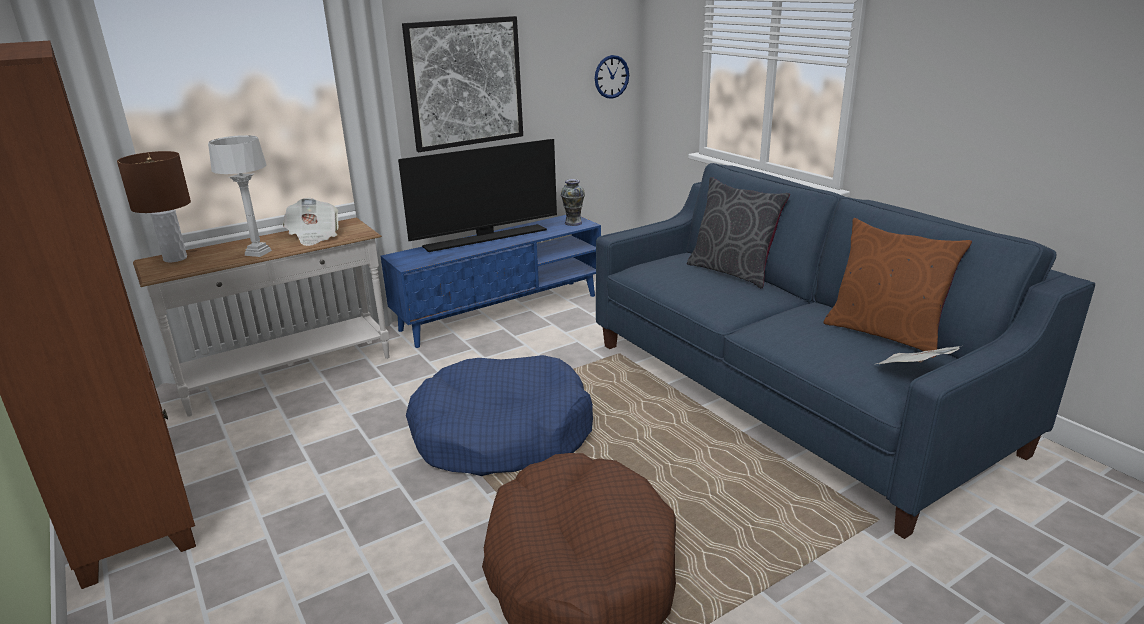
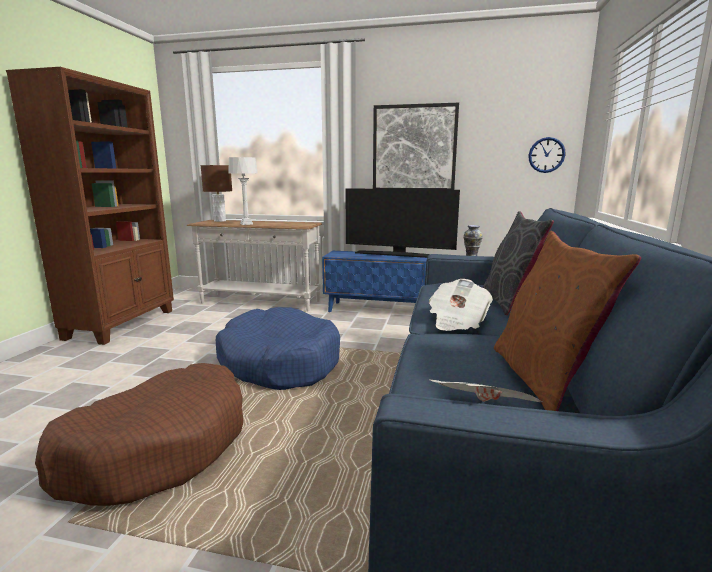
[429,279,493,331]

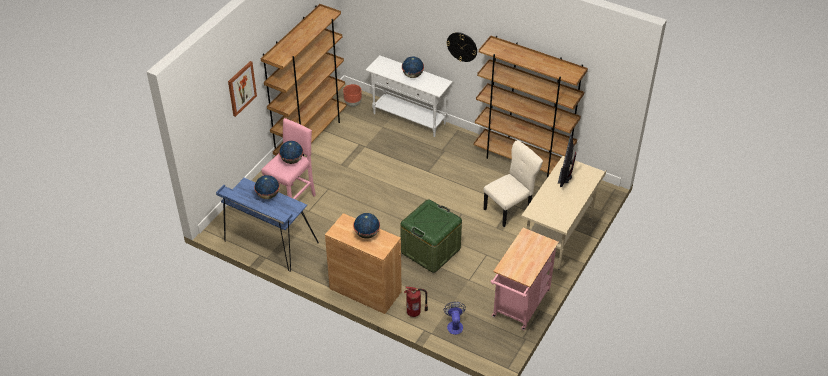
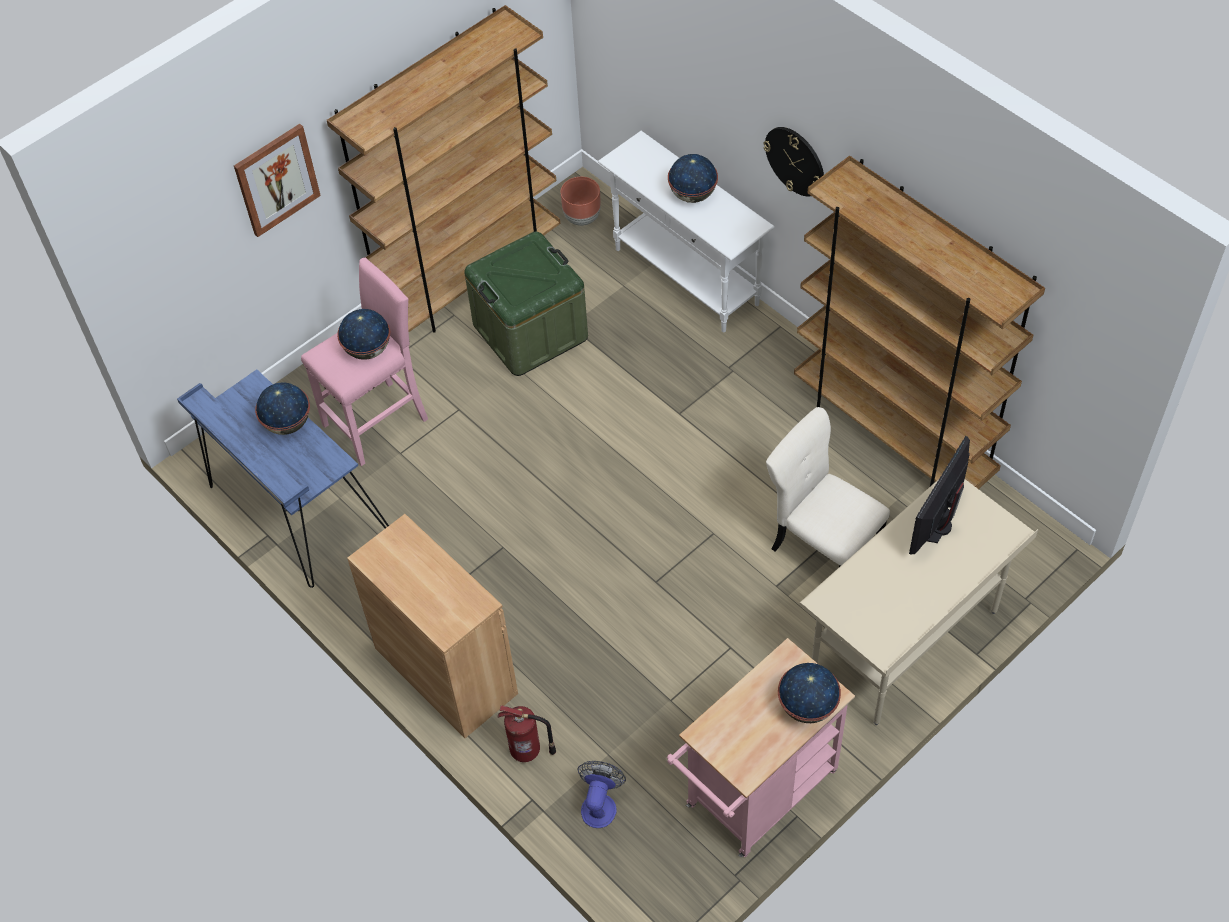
[778,663,841,723]
[465,232,588,376]
[766,407,890,567]

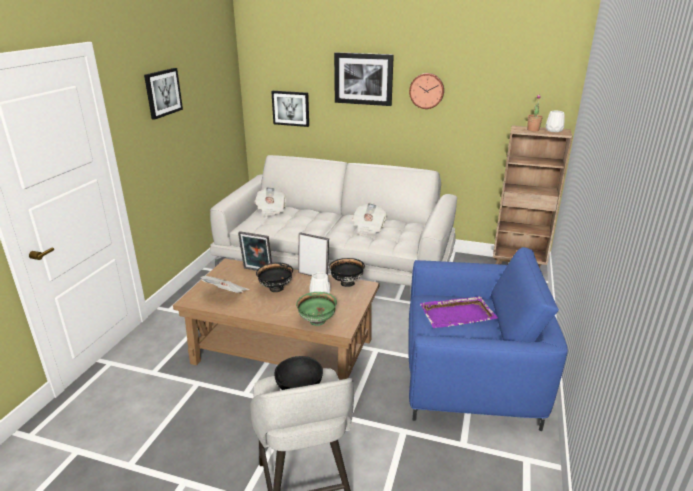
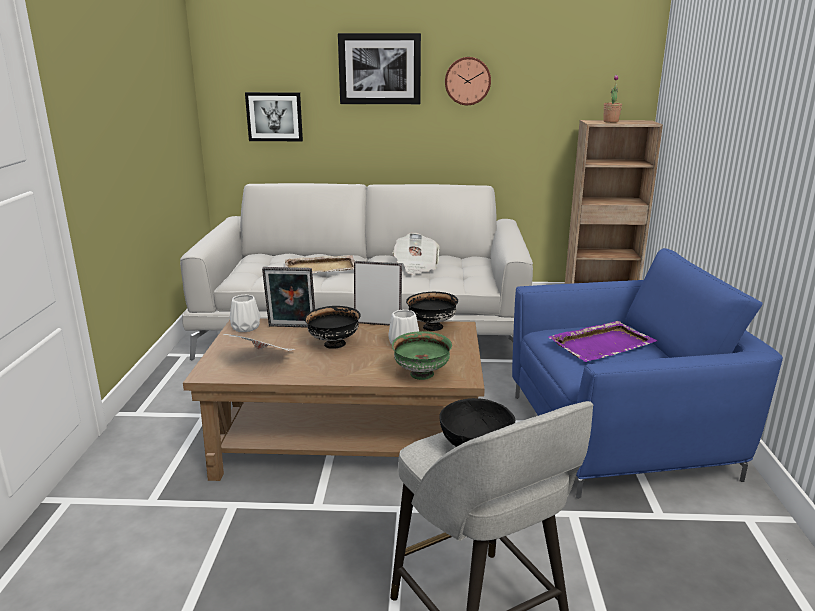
[144,68,183,120] (first image)
[255,187,286,217] (first image)
[285,255,354,273]
[230,295,260,332]

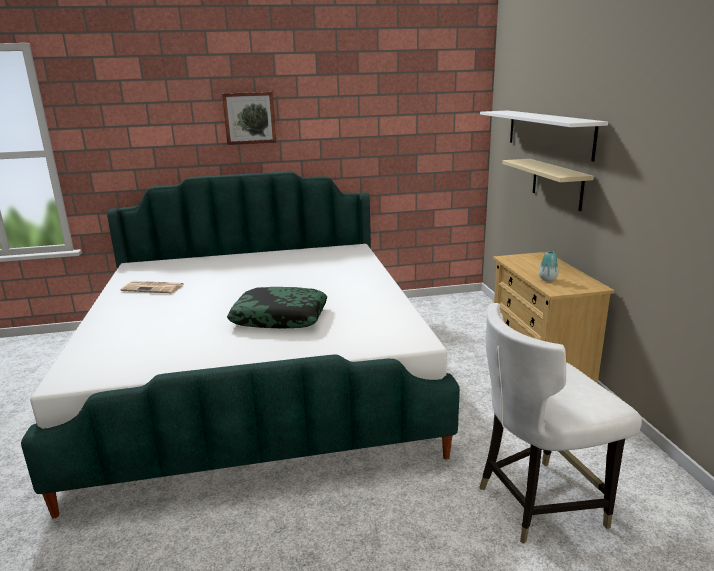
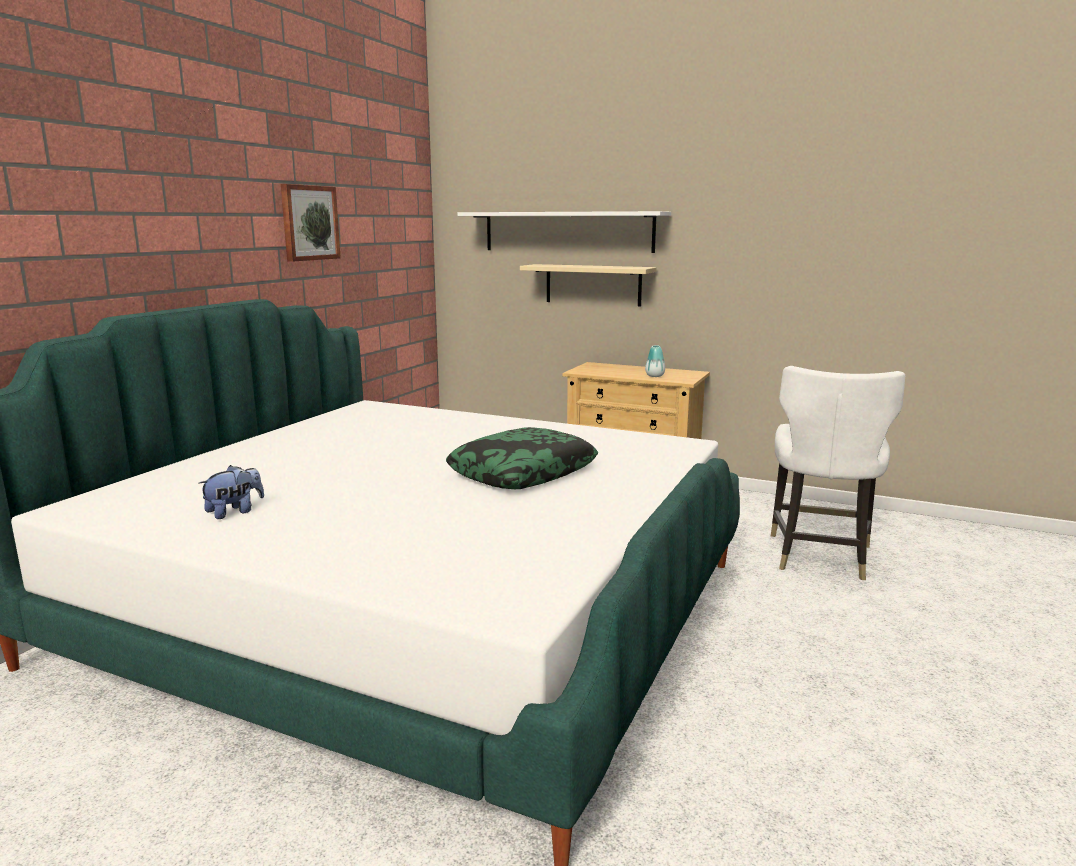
[281,184,341,262]
[198,465,264,519]

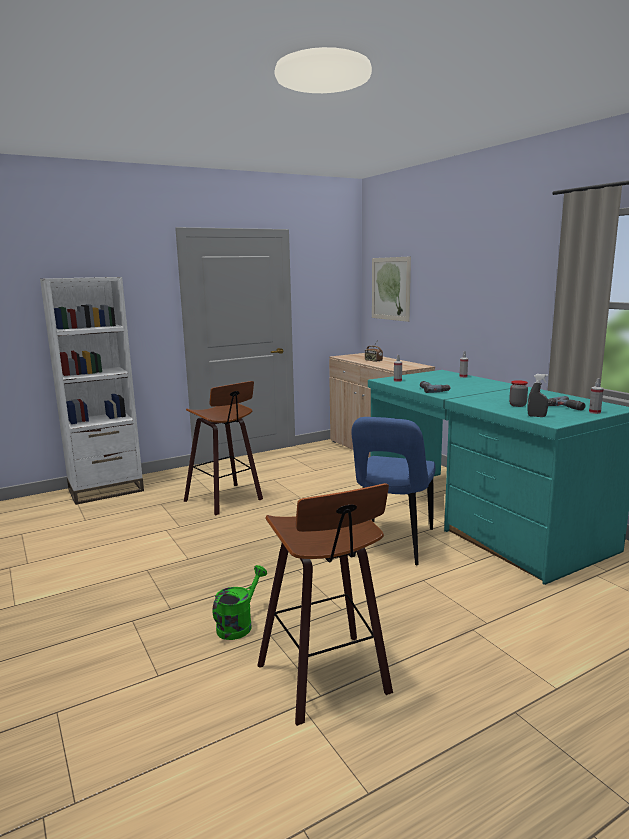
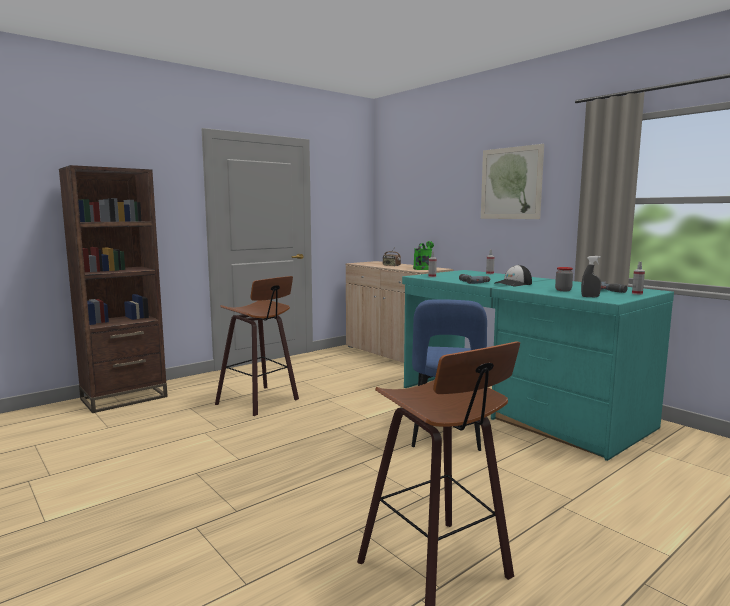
[495,265,532,286]
[413,241,434,270]
[481,144,544,219]
[59,165,168,413]

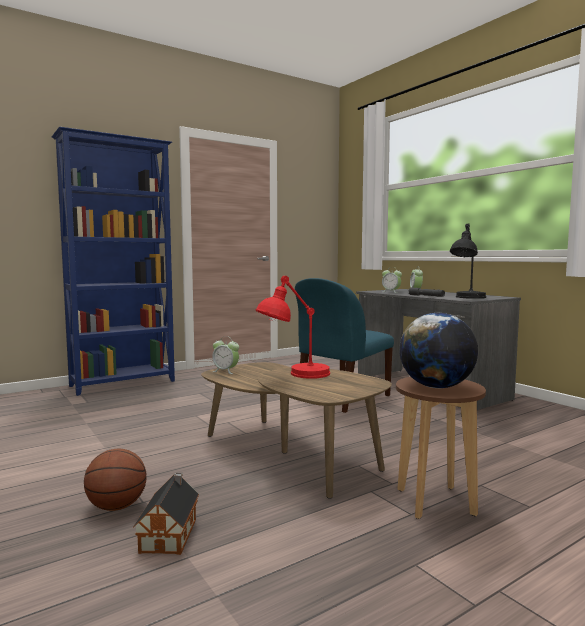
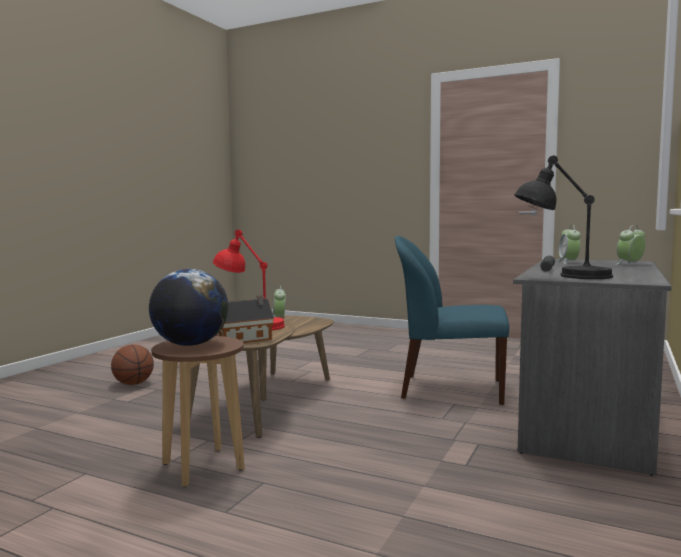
[51,127,175,396] (first image)
[215,295,275,343]

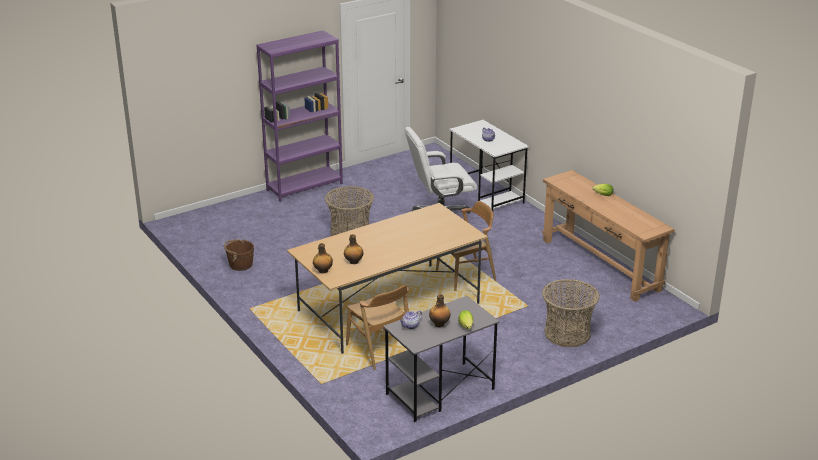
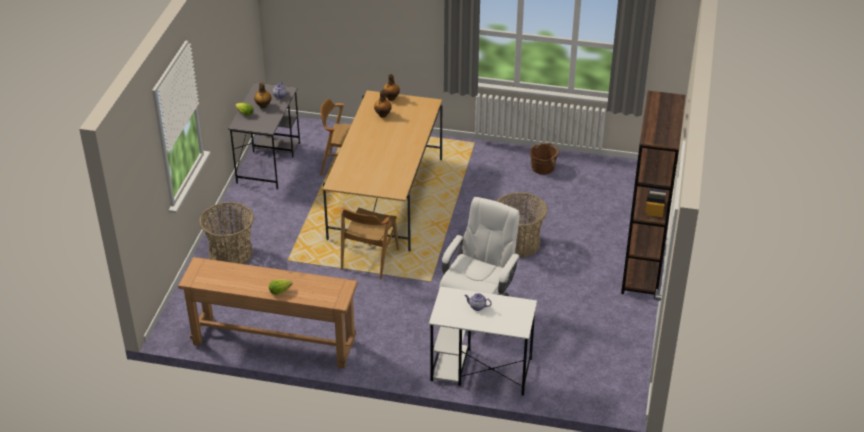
[621,91,685,299]

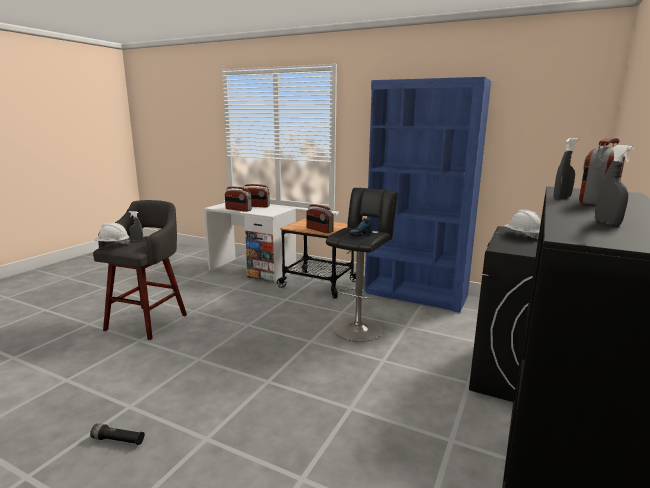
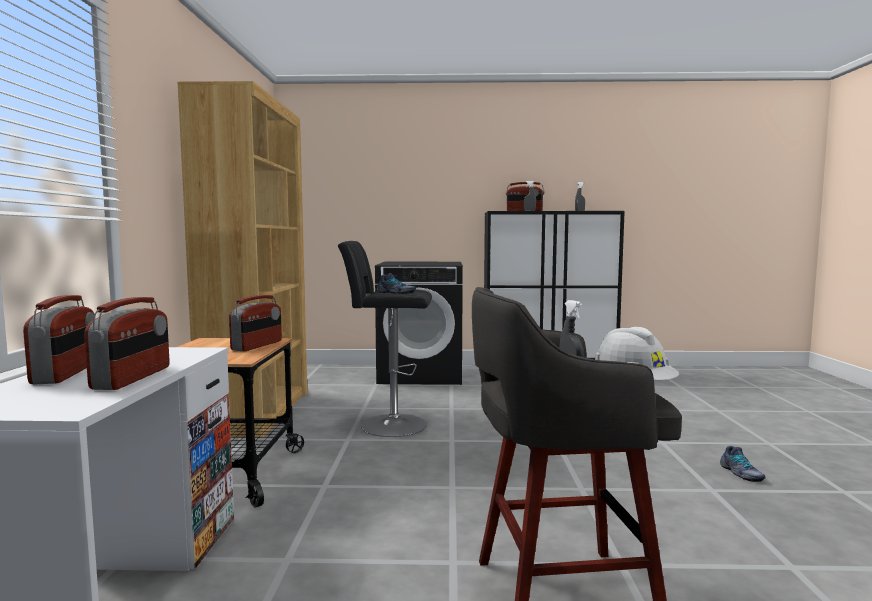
[504,210,541,240] (first image)
[720,446,766,482]
[178,81,307,438]

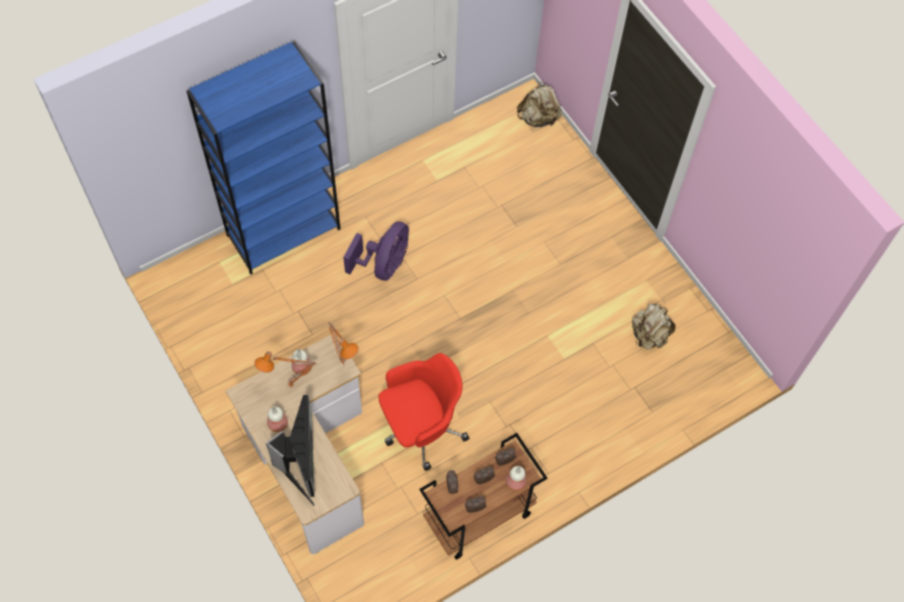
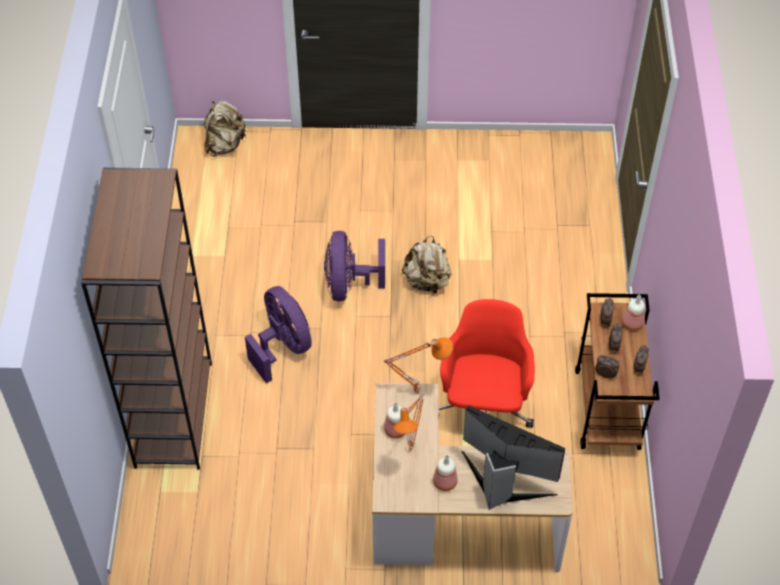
[324,231,385,301]
[402,236,452,295]
[81,167,212,470]

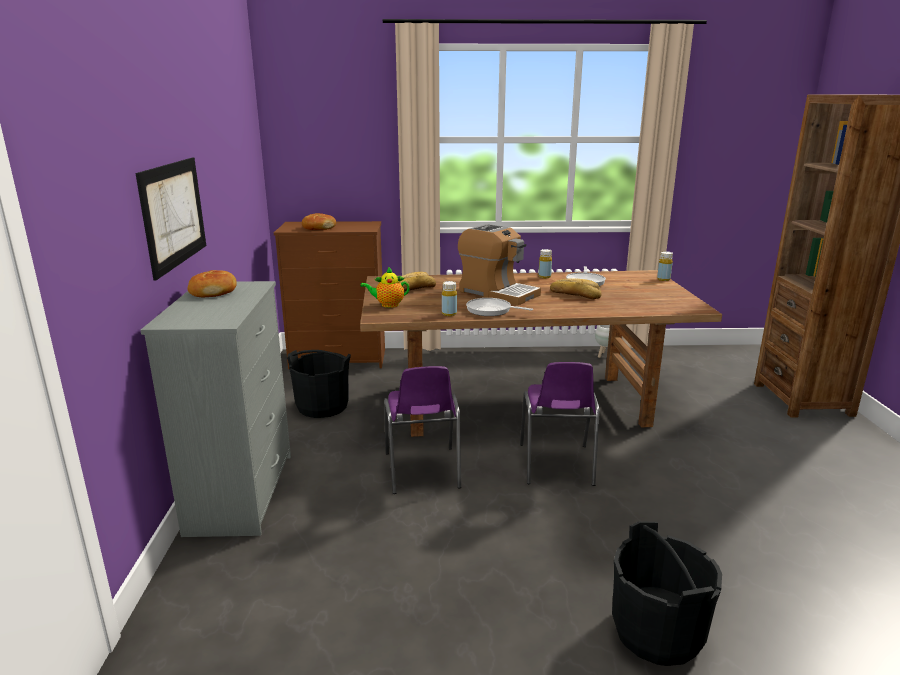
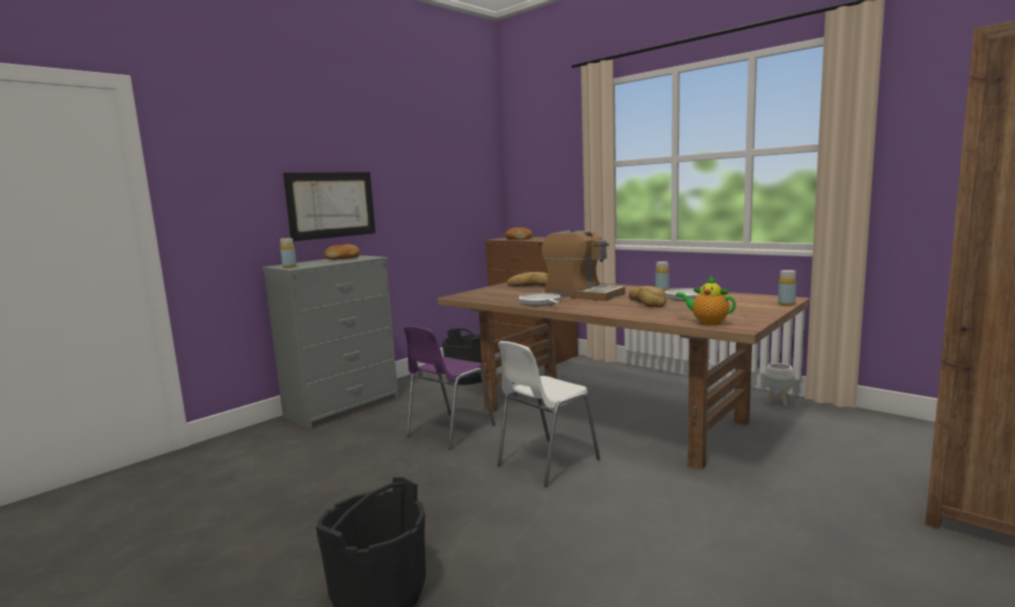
[676,276,736,326]
[280,238,297,268]
[498,341,600,487]
[542,230,625,301]

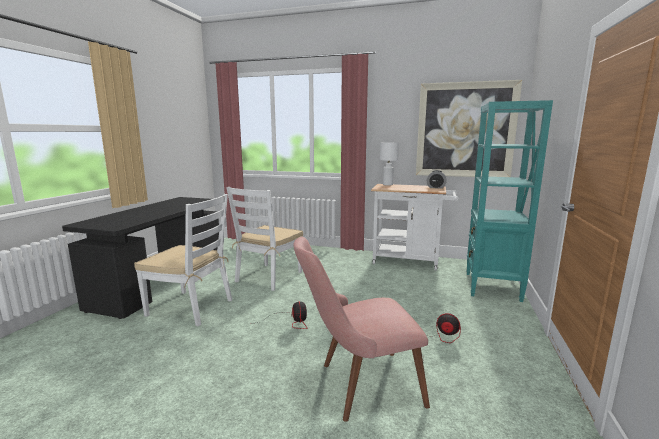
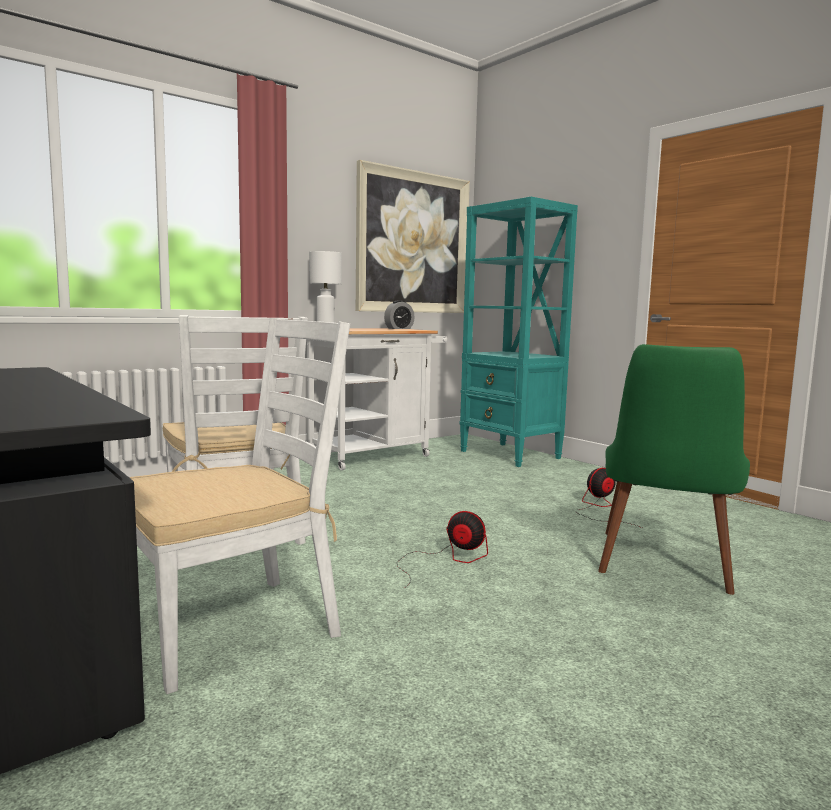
[598,344,750,595]

